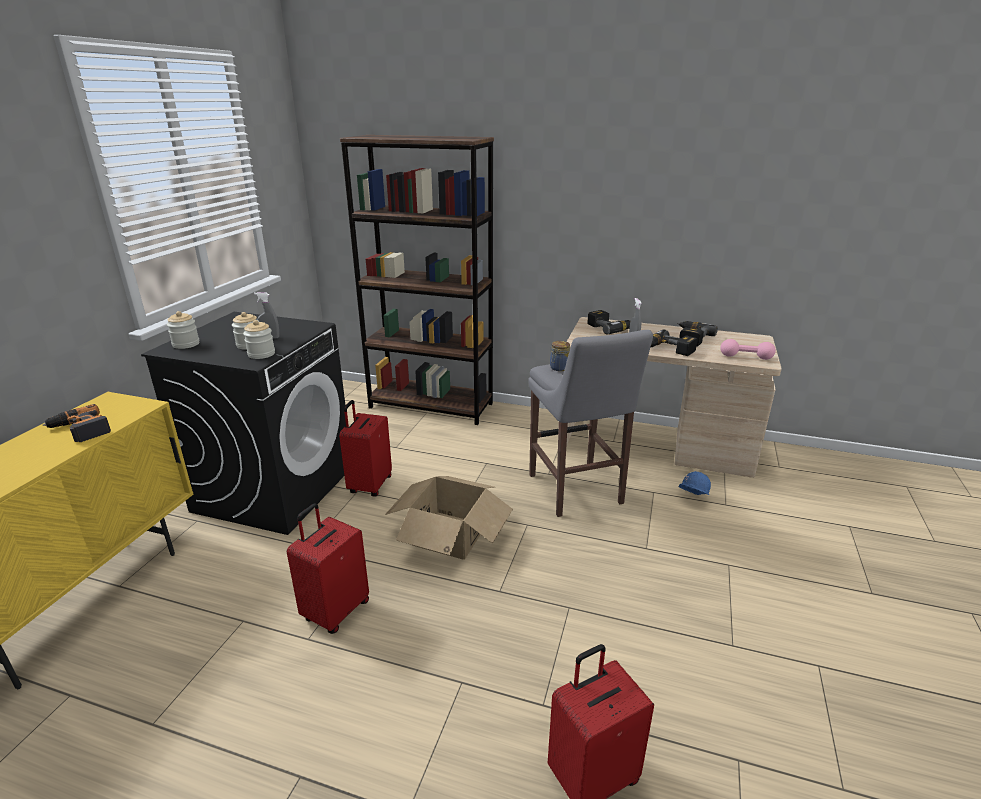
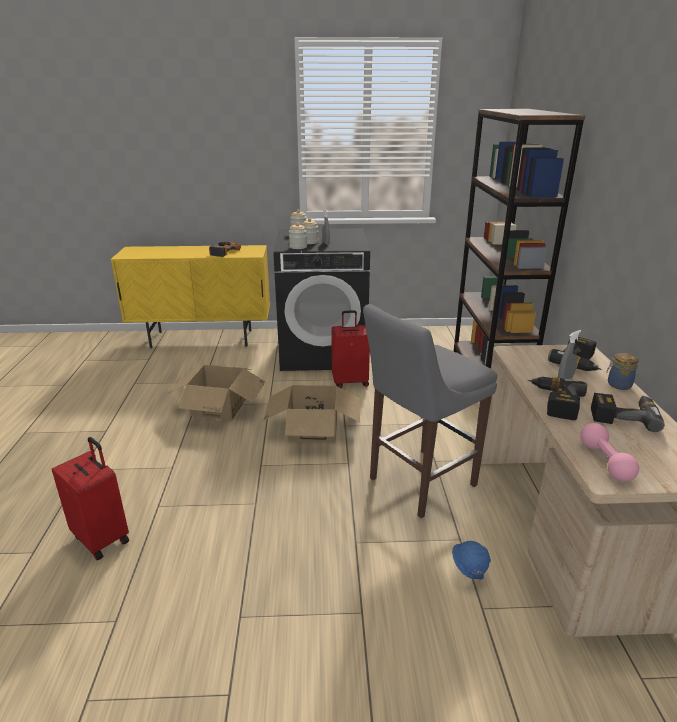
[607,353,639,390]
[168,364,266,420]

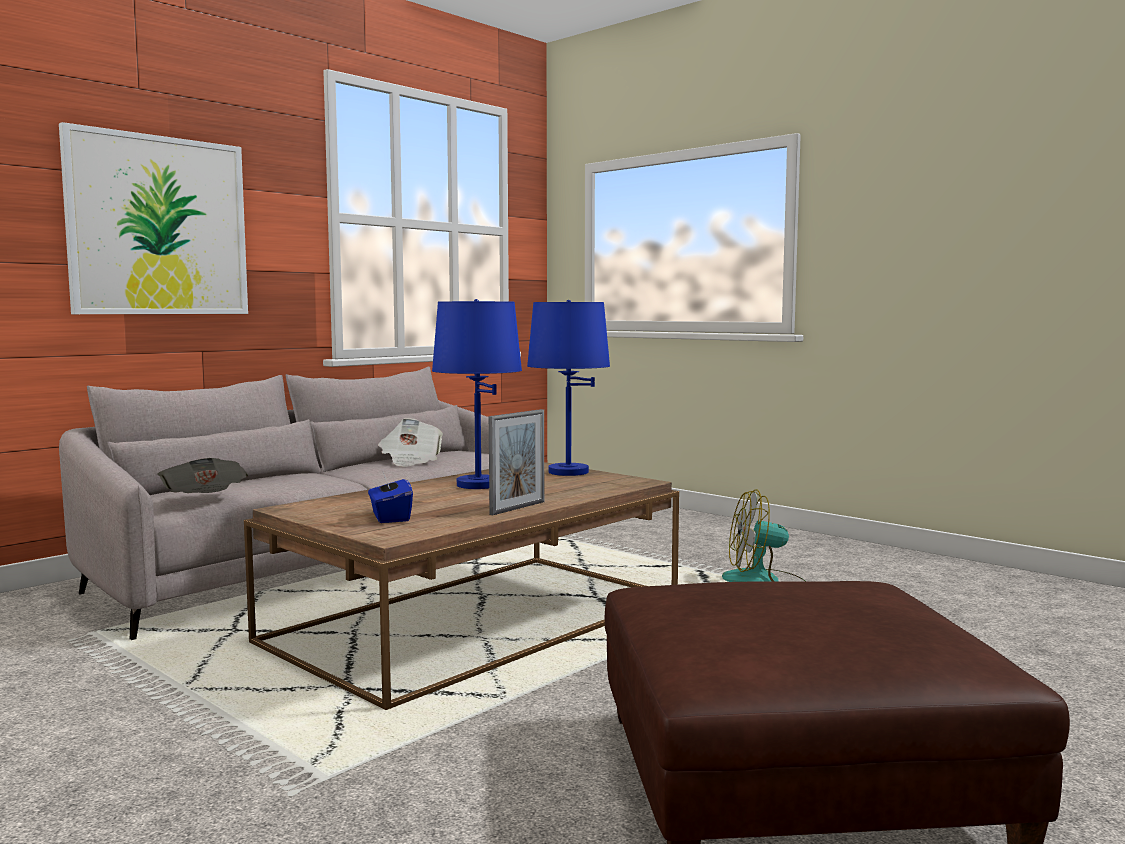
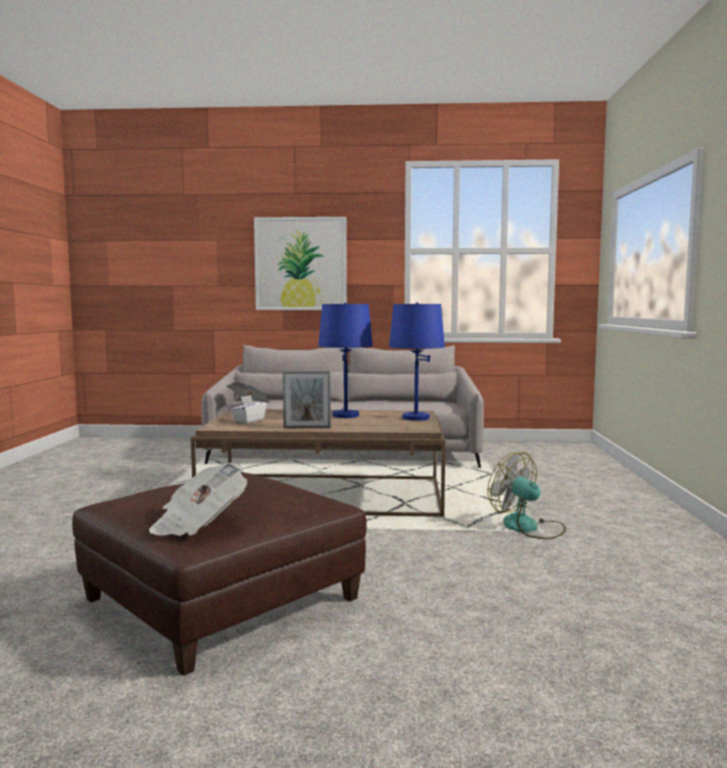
[149,463,247,536]
[231,395,267,423]

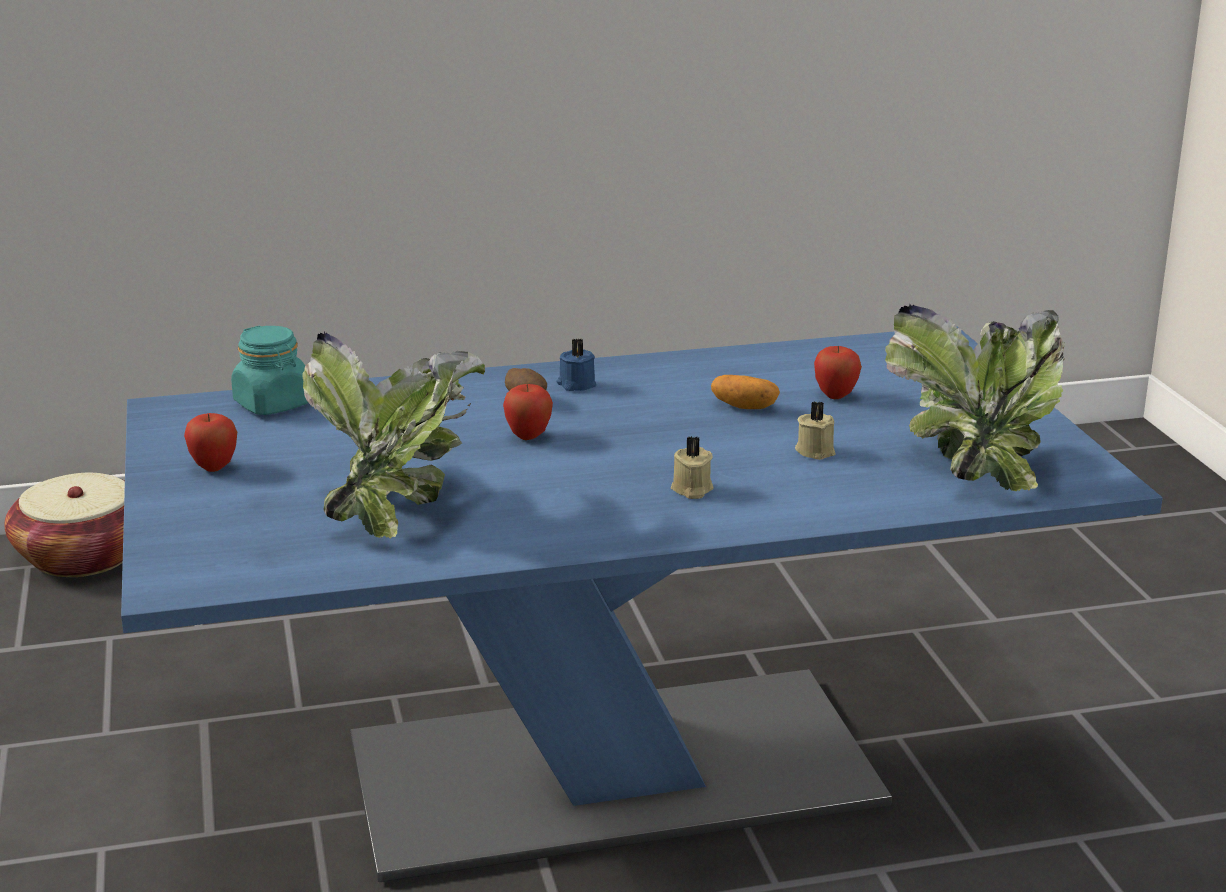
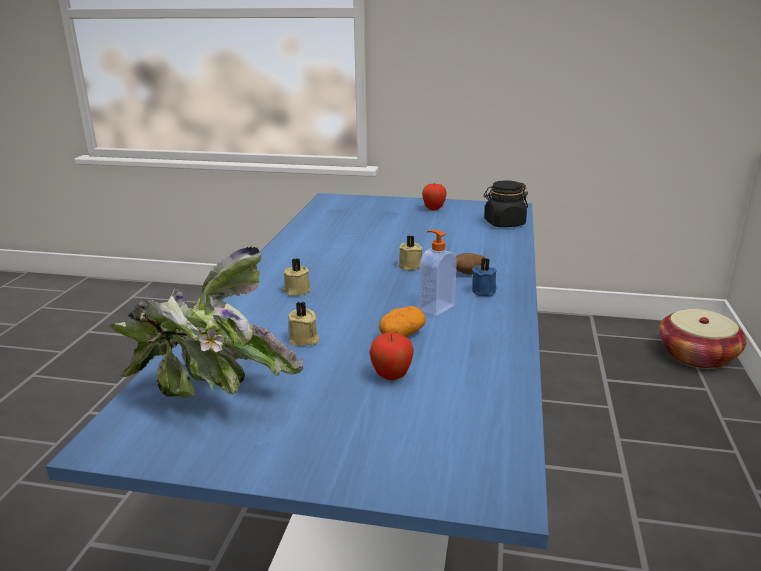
[302,331,485,538] (first image)
[419,230,457,316]
[398,236,423,271]
[484,181,528,227]

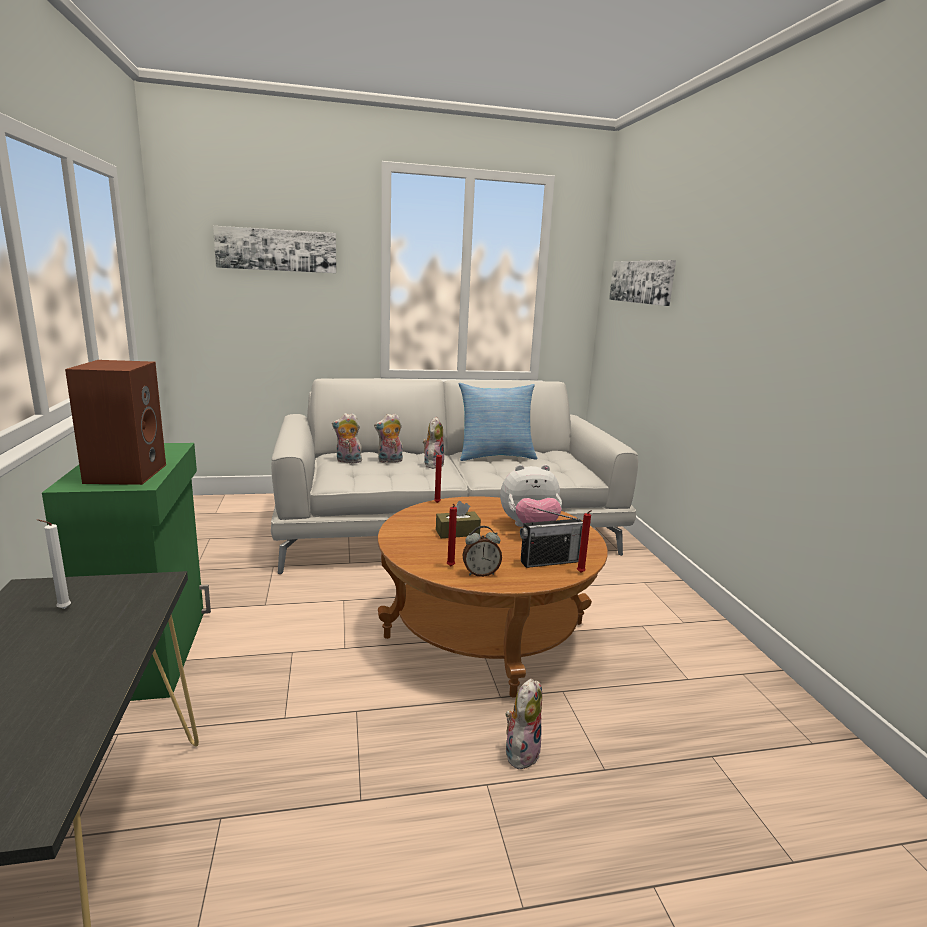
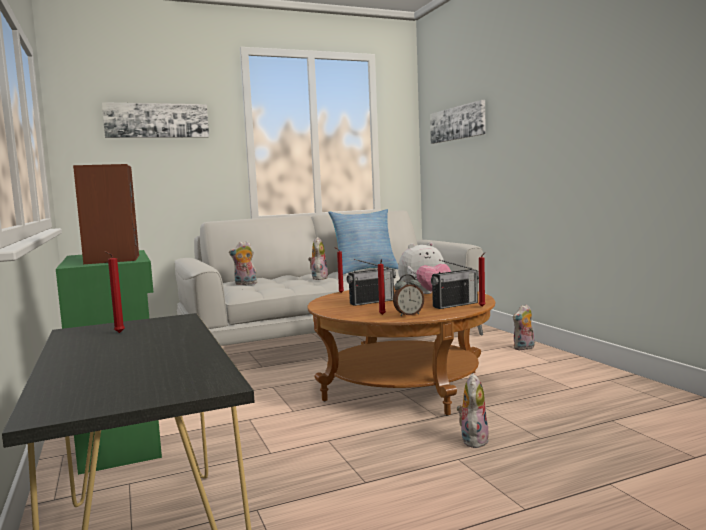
[513,304,535,350]
[347,259,396,306]
[105,251,125,333]

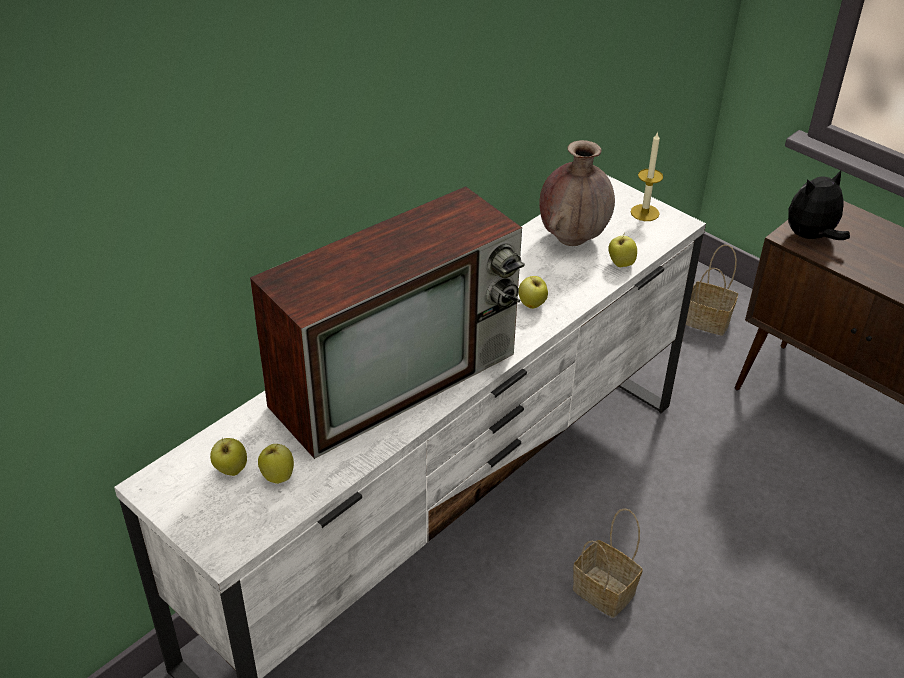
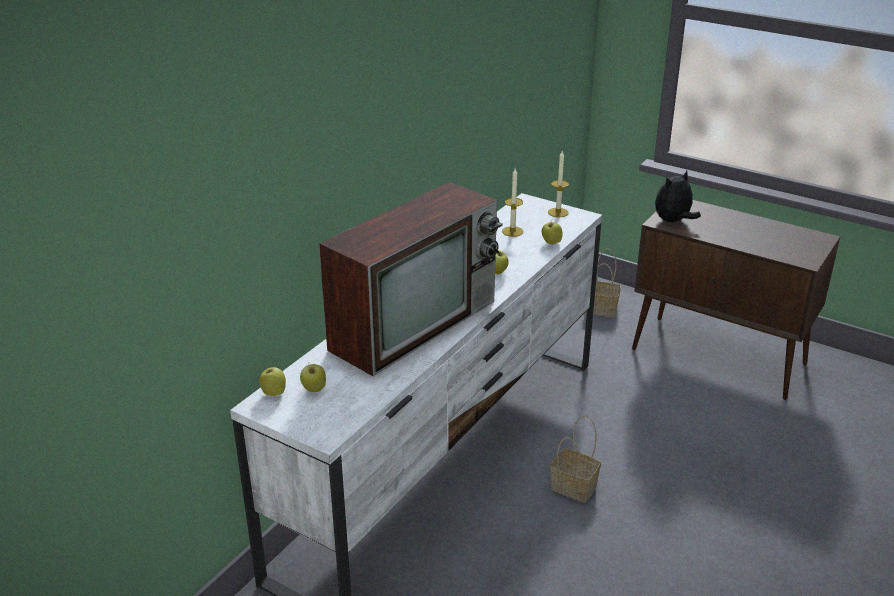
[259,365,286,396]
[502,168,523,237]

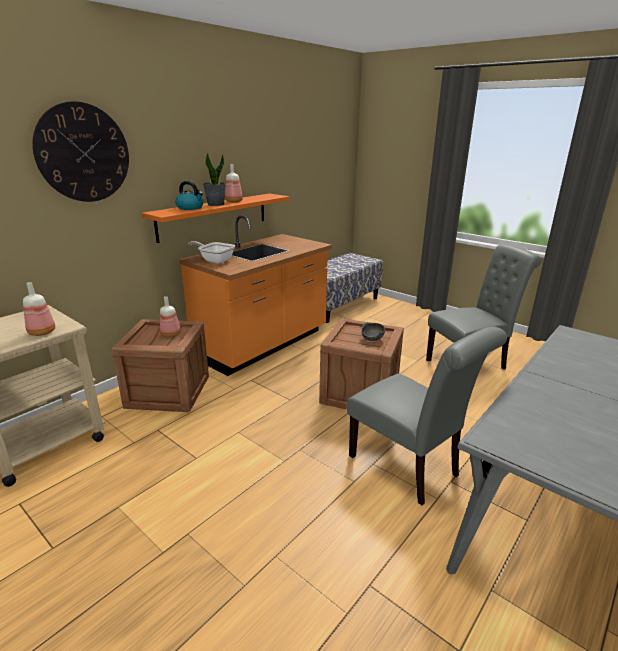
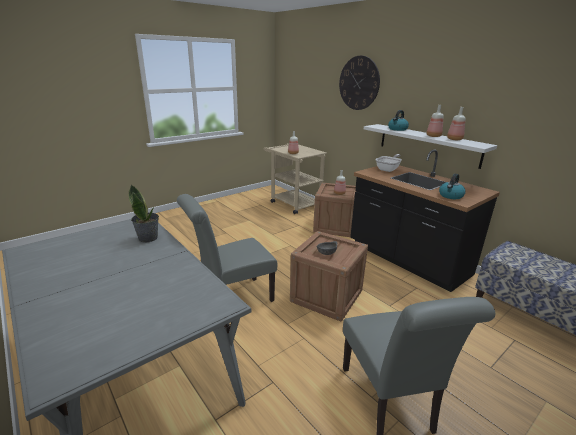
[439,174,466,199]
[447,107,466,140]
[128,184,159,243]
[364,124,497,169]
[350,149,500,292]

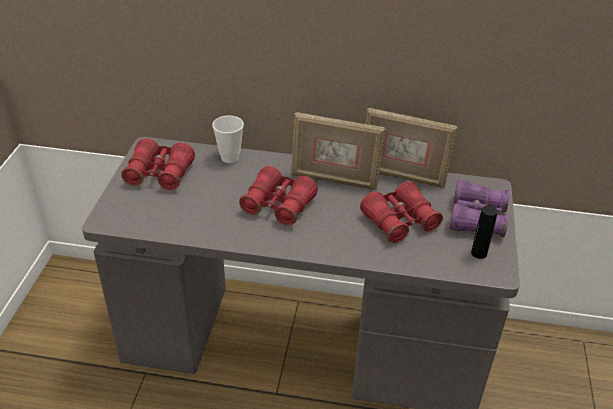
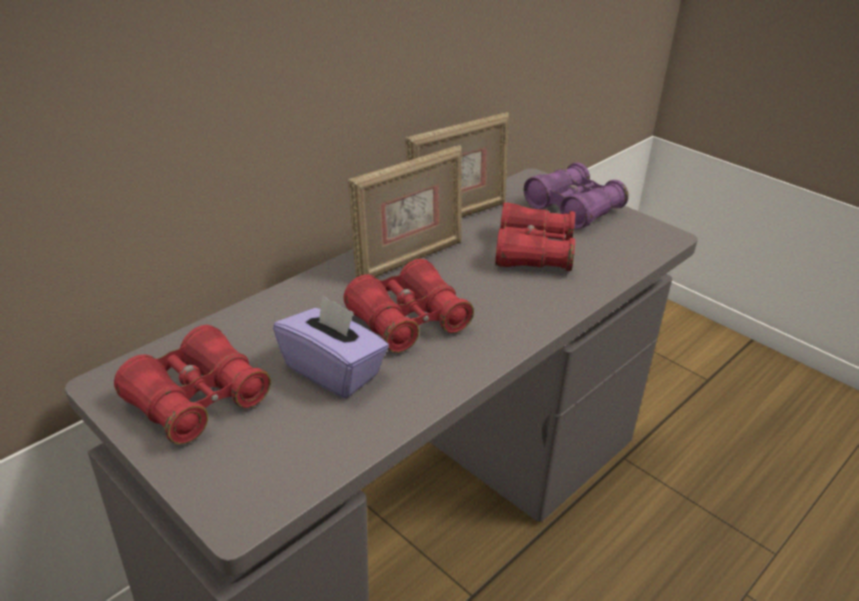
[212,116,244,163] (first image)
[471,205,498,259] (first image)
[273,295,389,398]

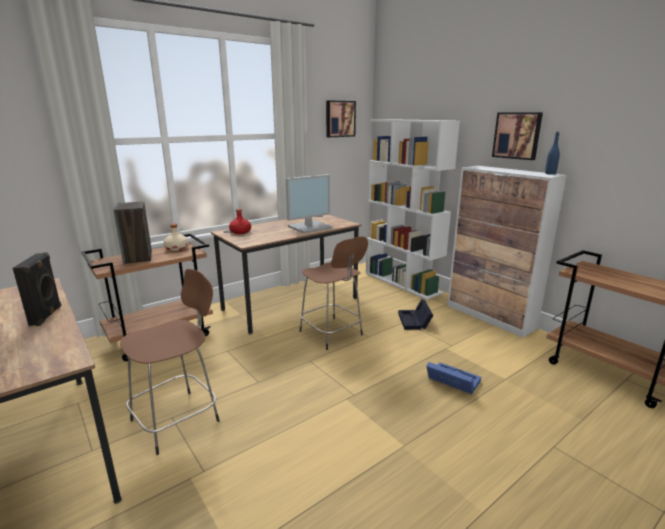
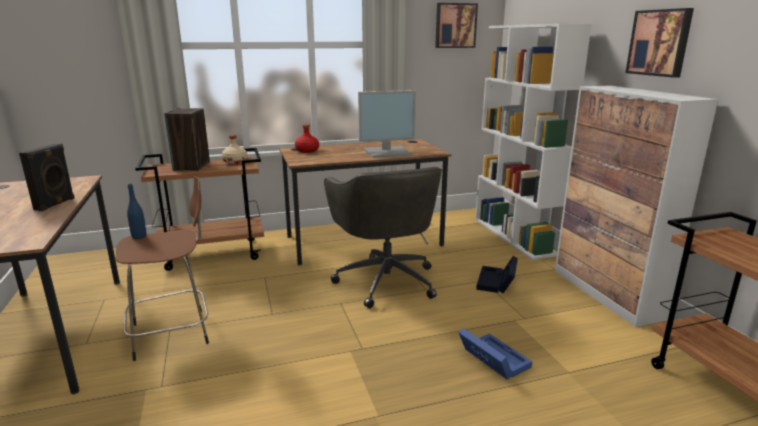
[127,183,147,239]
[324,167,442,308]

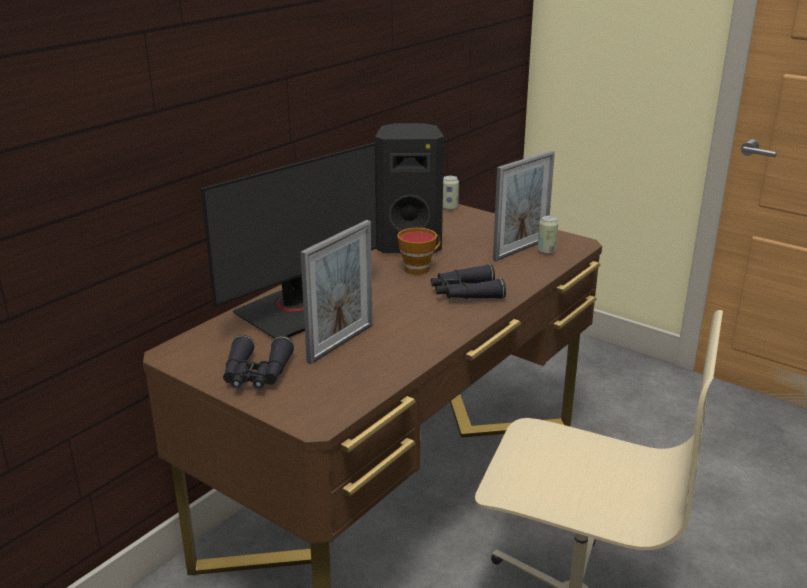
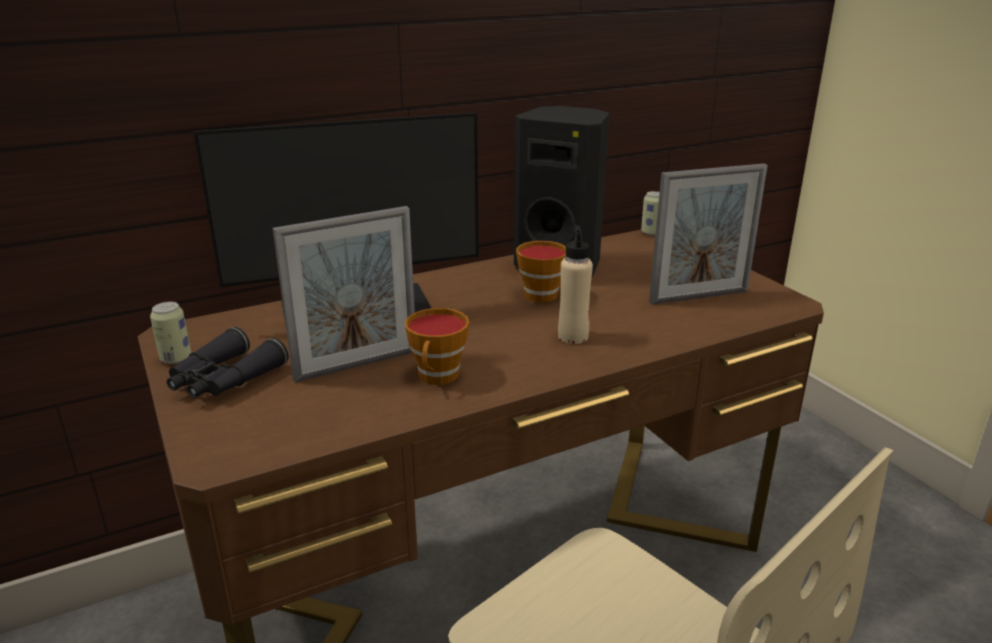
[405,308,469,385]
[150,302,191,364]
[558,225,593,344]

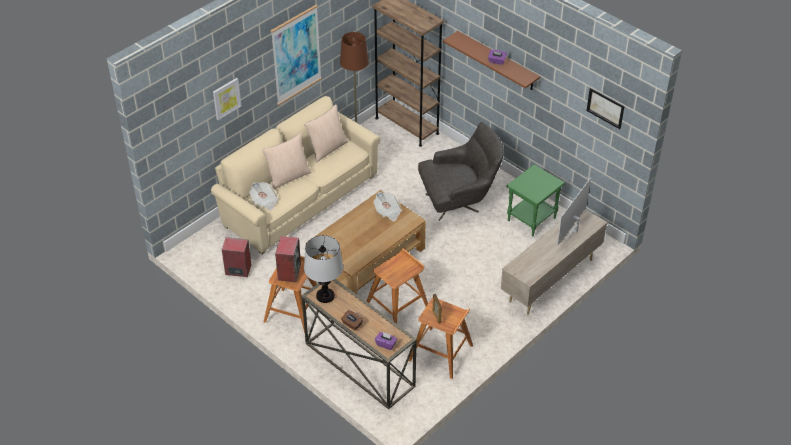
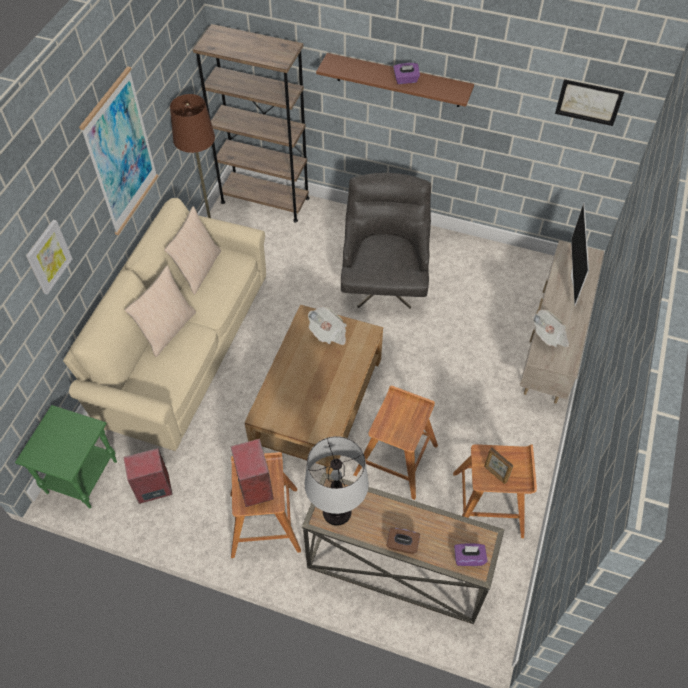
[532,310,569,347]
[15,405,117,509]
[341,173,431,309]

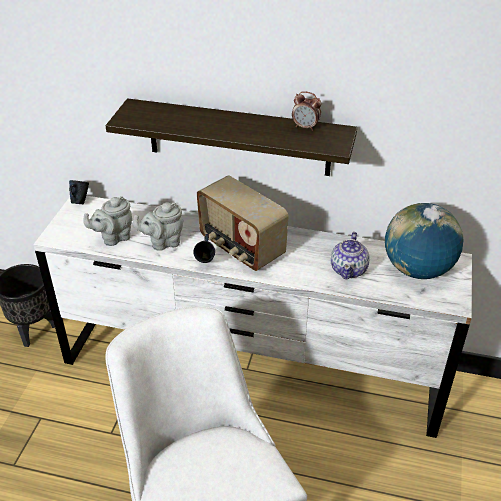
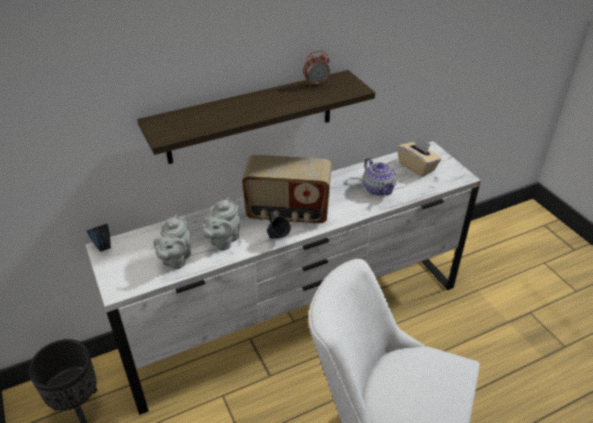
[398,137,441,177]

